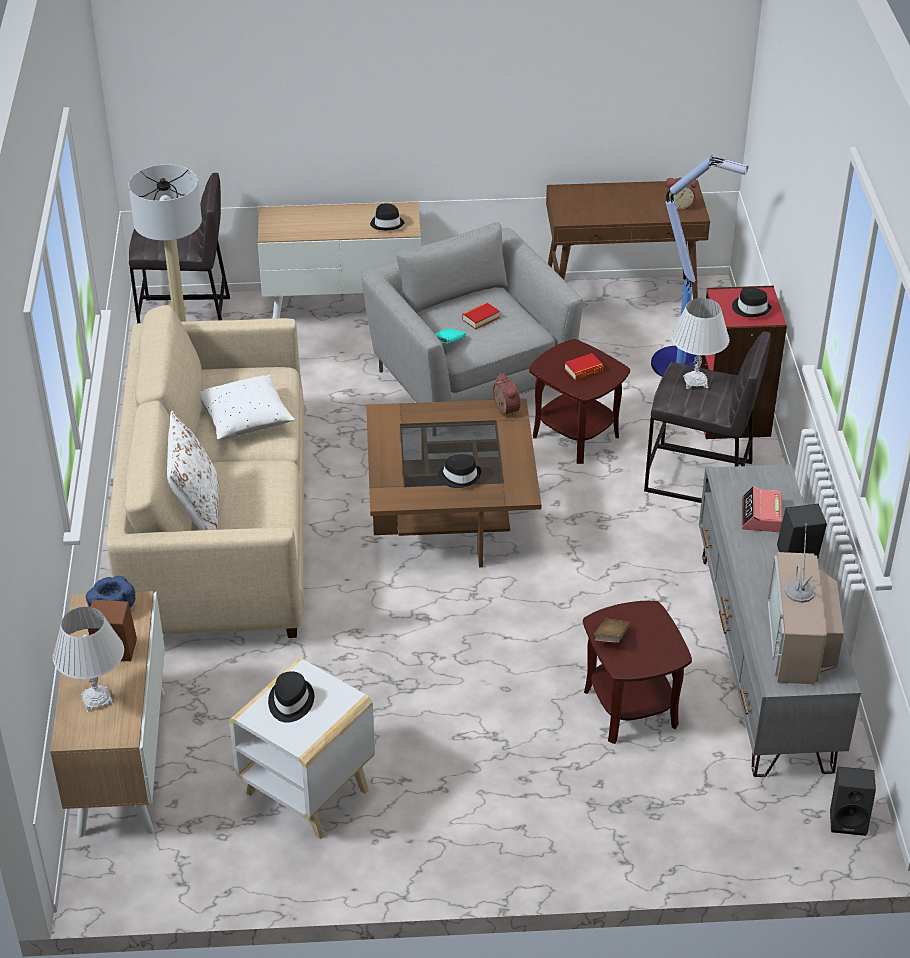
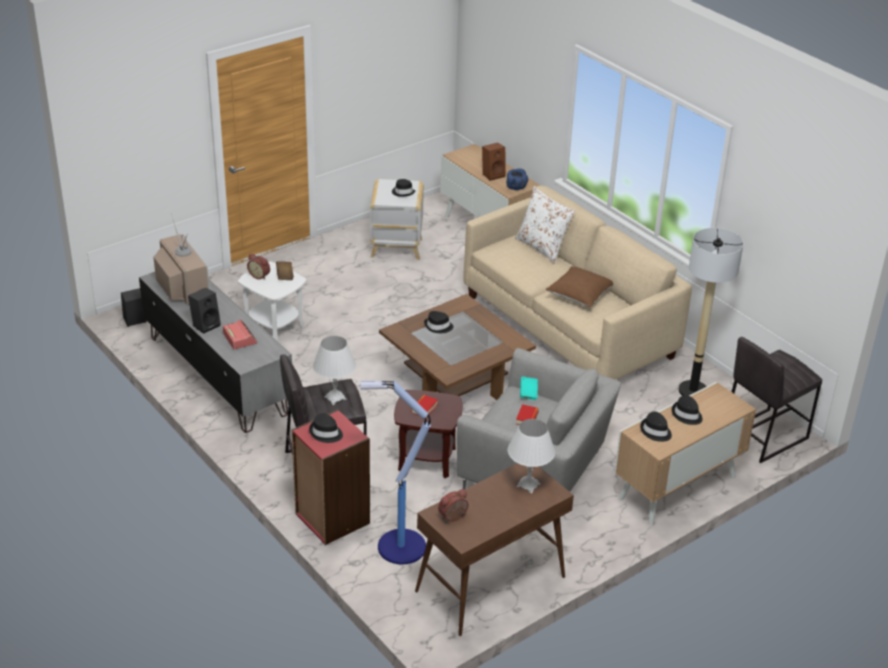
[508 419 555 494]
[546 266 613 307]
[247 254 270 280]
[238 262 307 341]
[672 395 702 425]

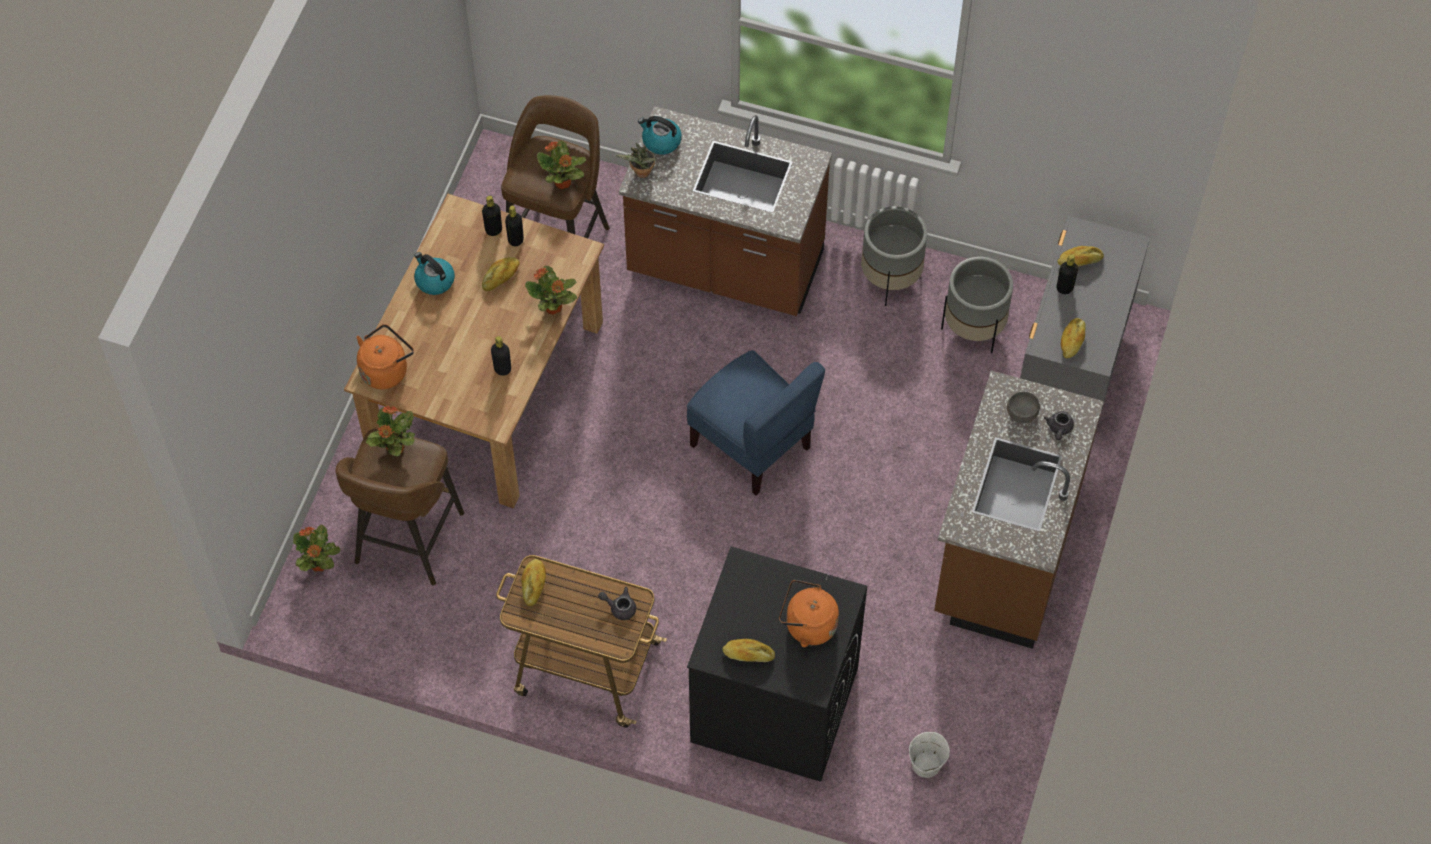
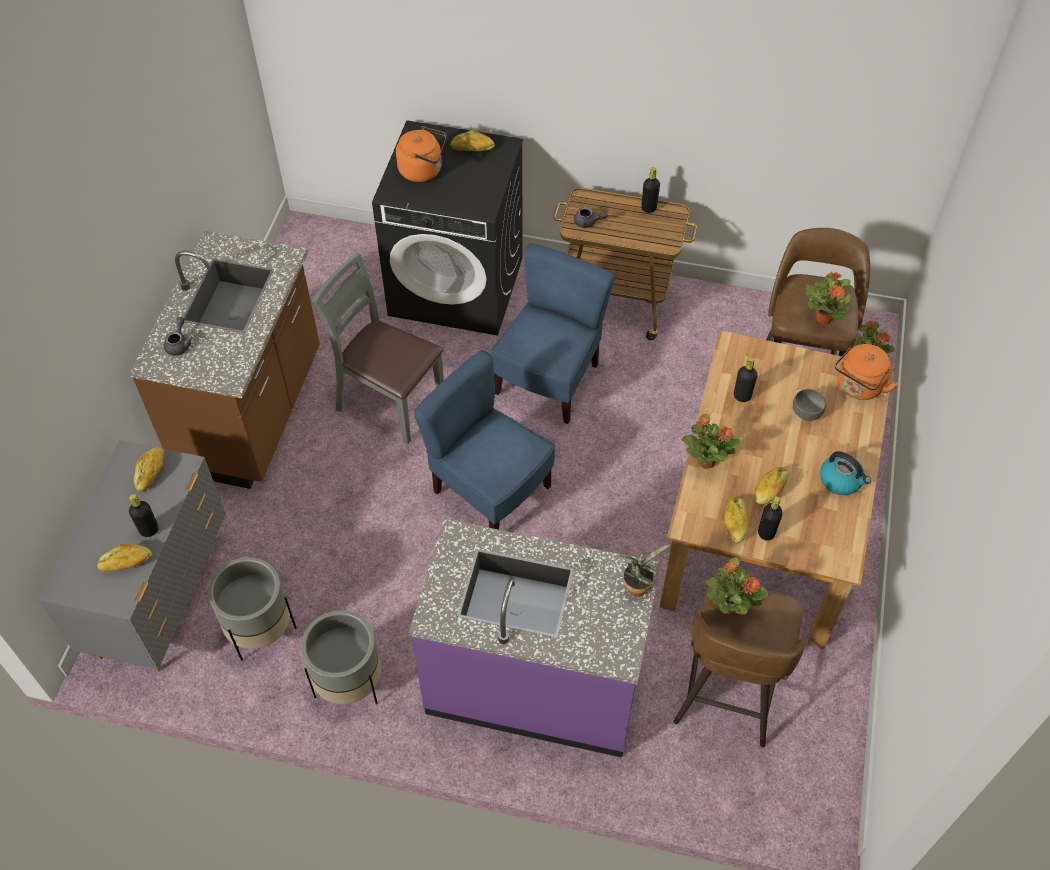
[641 167 660 213]
[724 497 750 543]
[409 519 661 758]
[638 116 682 155] (first image)
[909 732 950 778] (first image)
[793 389 827 421]
[312 252 444 444]
[490 243 615 424]

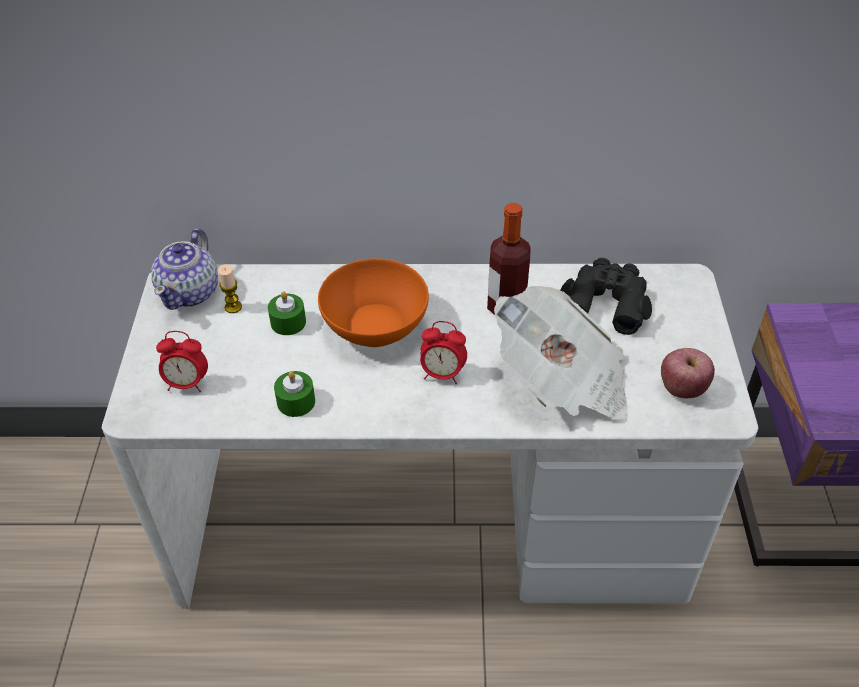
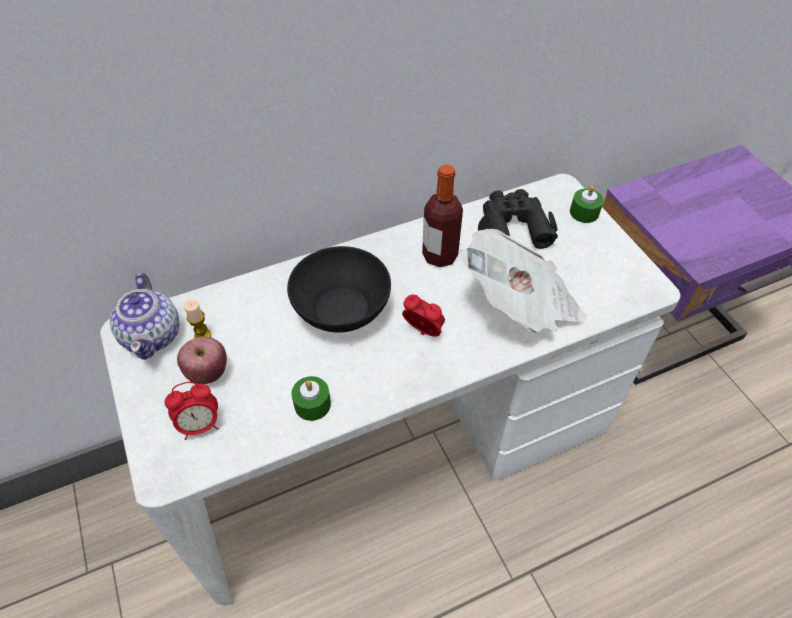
[570 186 604 223]
[287 246 391 333]
[402 295 445 337]
[177 337 227 384]

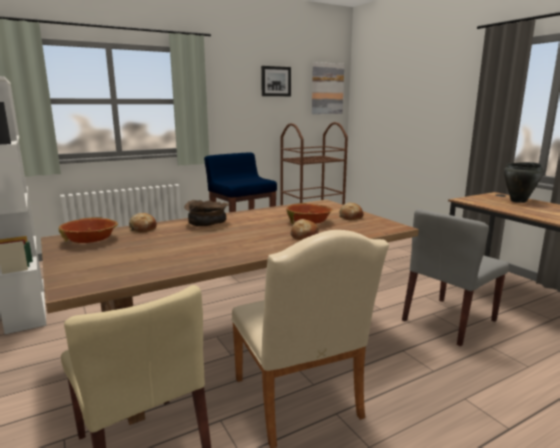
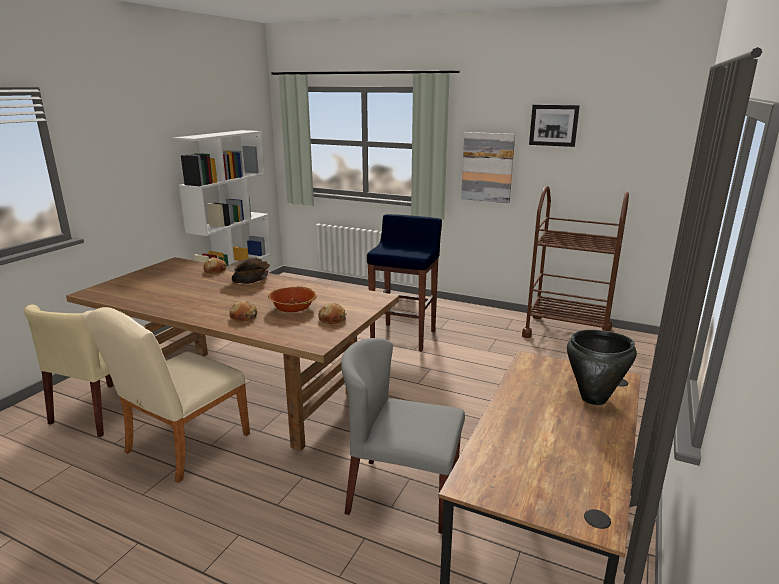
[59 217 118 243] (first image)
[461 132 515 203]

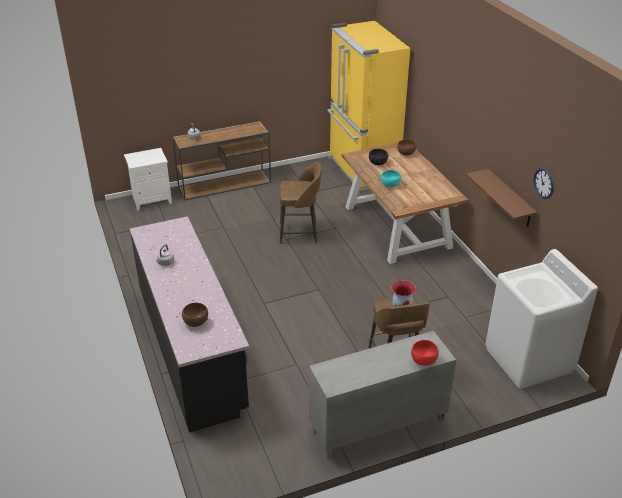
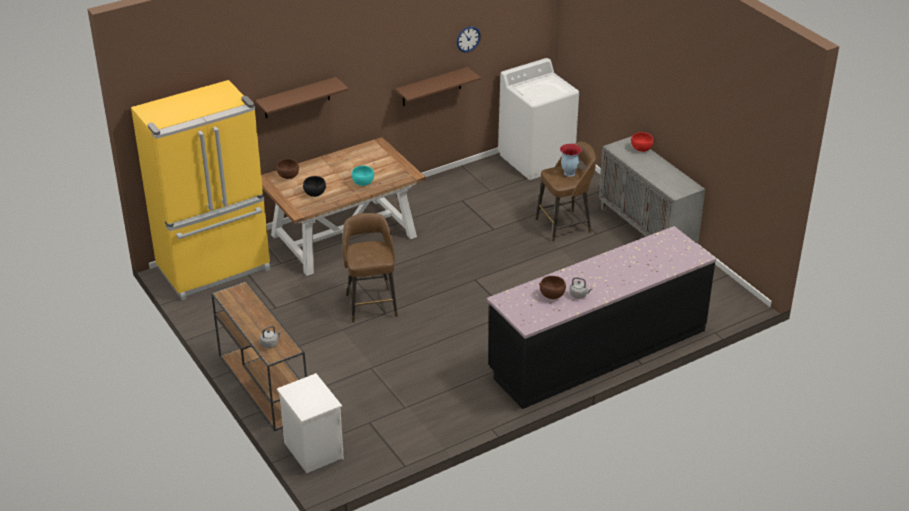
[539 276 566 299]
[256 77 349 118]

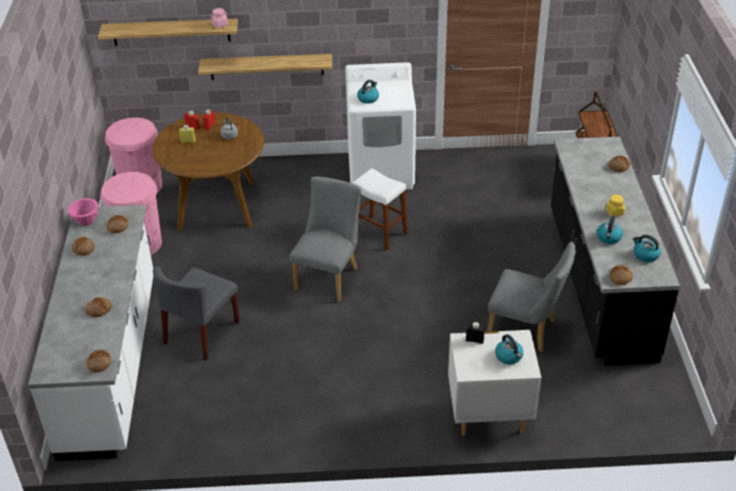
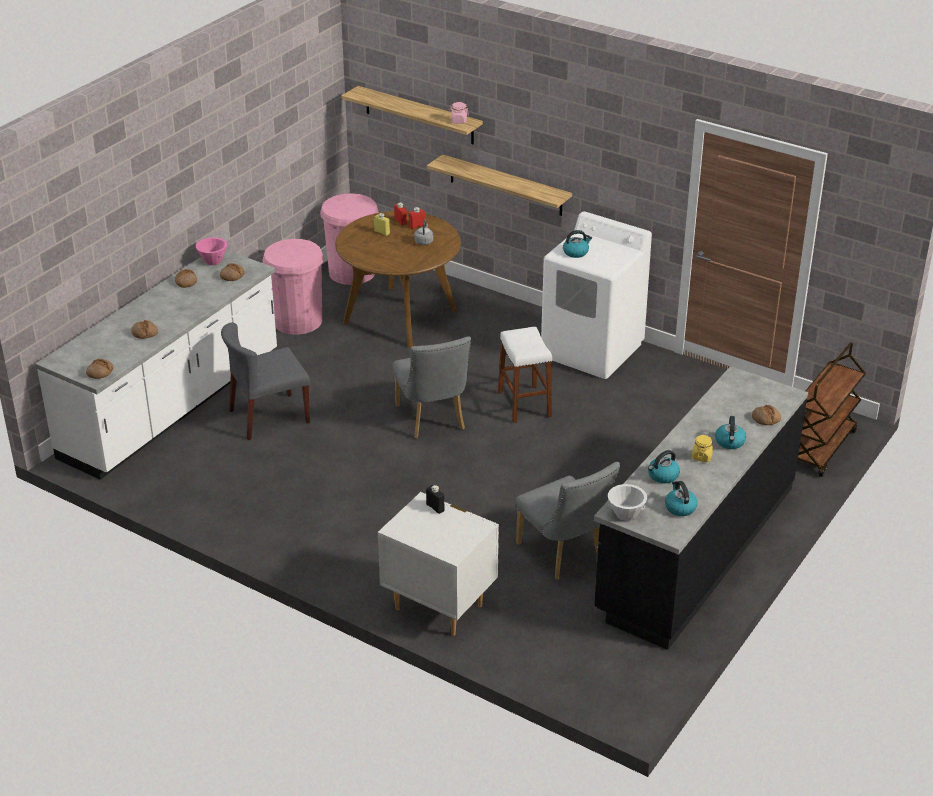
[392 336 471 439]
[715 416 746 449]
[608 484 647 521]

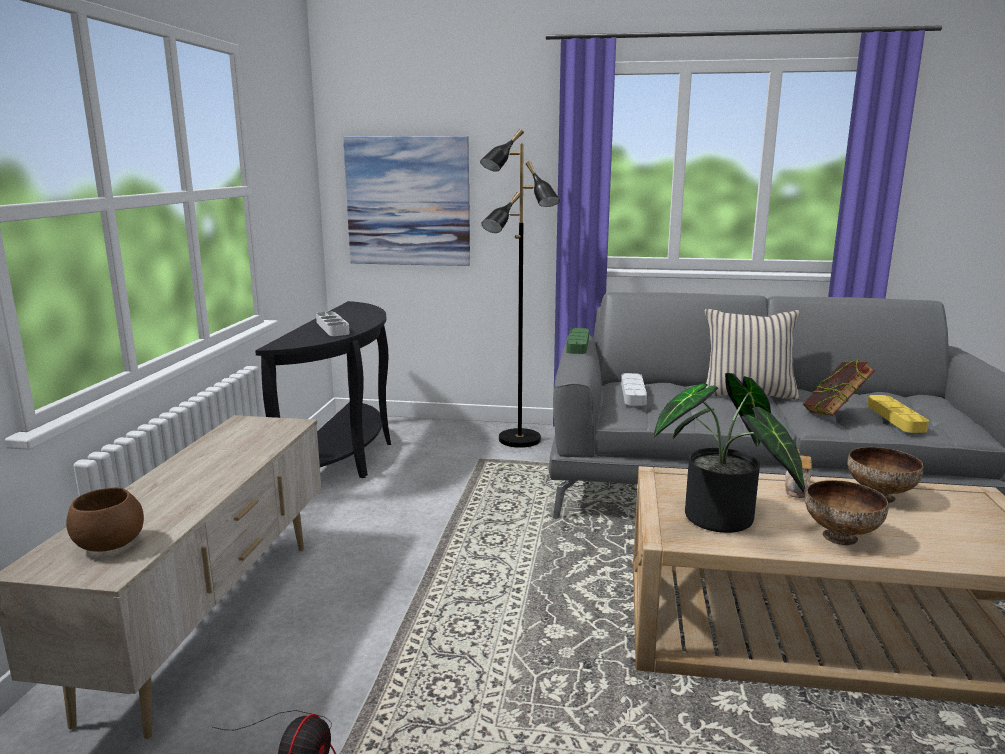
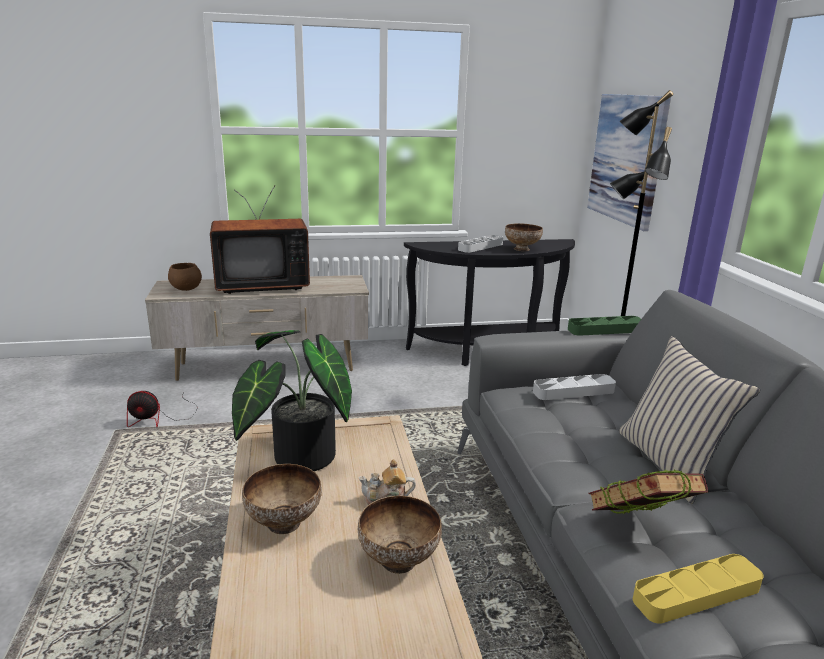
[210 185 310 294]
[505 223 543 251]

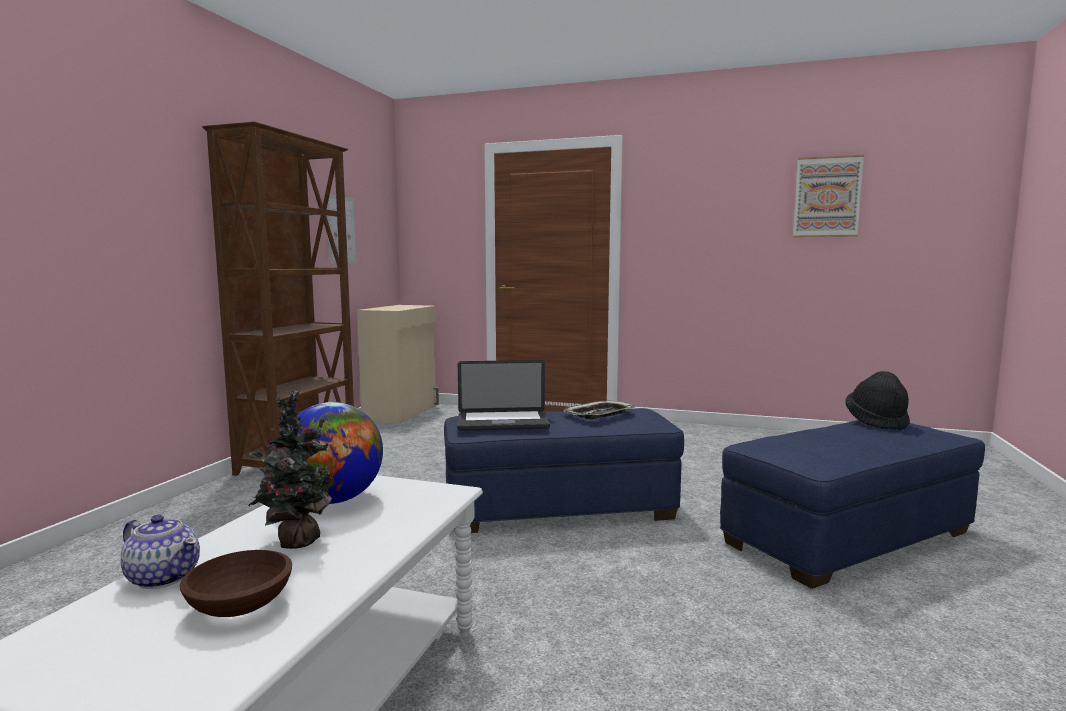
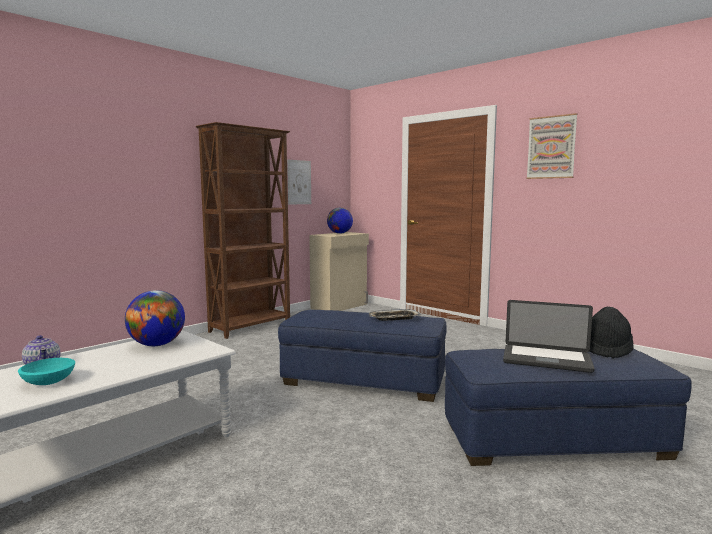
[18 358 75 385]
[248 390 338 549] (first image)
[503 300 595 373]
[526 113 578 179]
[327 208 353 234]

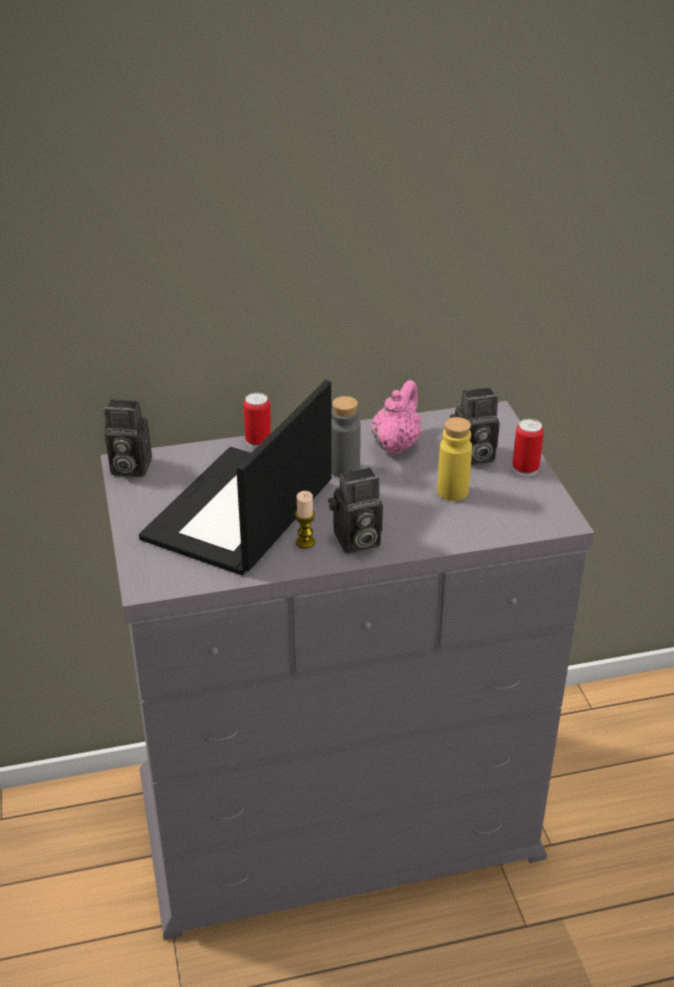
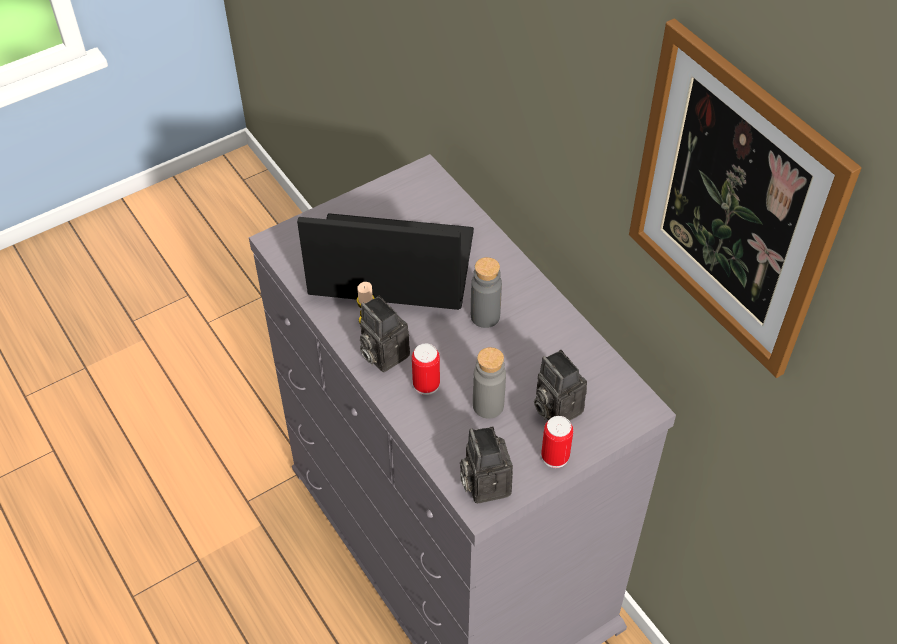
[460 426 513 504]
[412 344 440 395]
[371 380 421 455] (first image)
[473 347 506 419]
[629 19 862 378]

